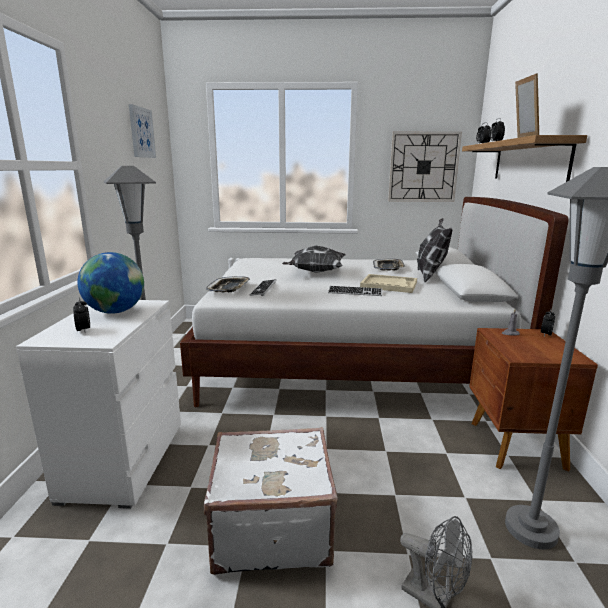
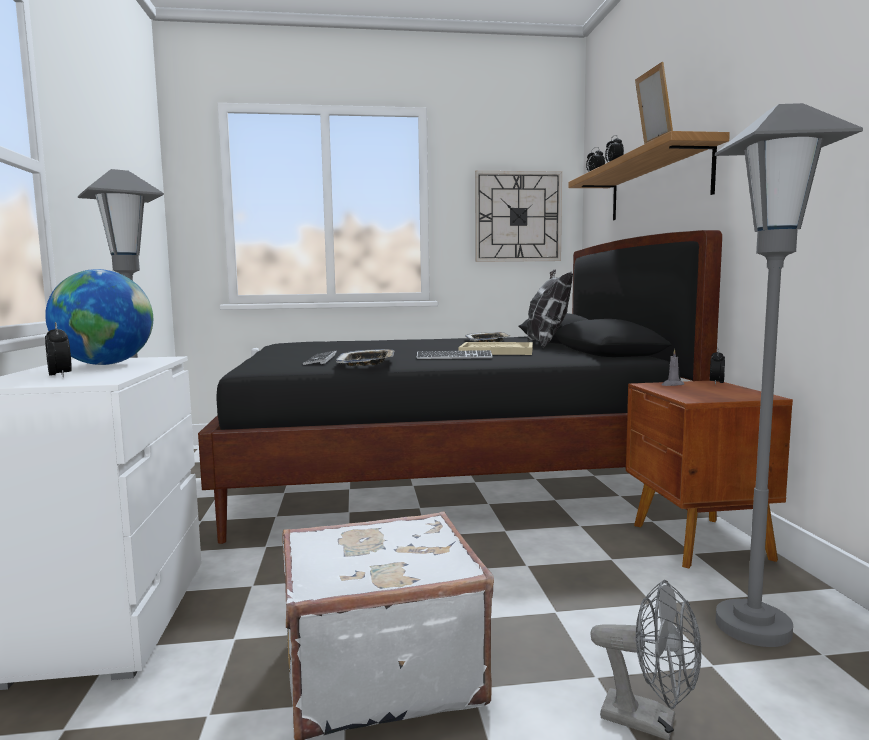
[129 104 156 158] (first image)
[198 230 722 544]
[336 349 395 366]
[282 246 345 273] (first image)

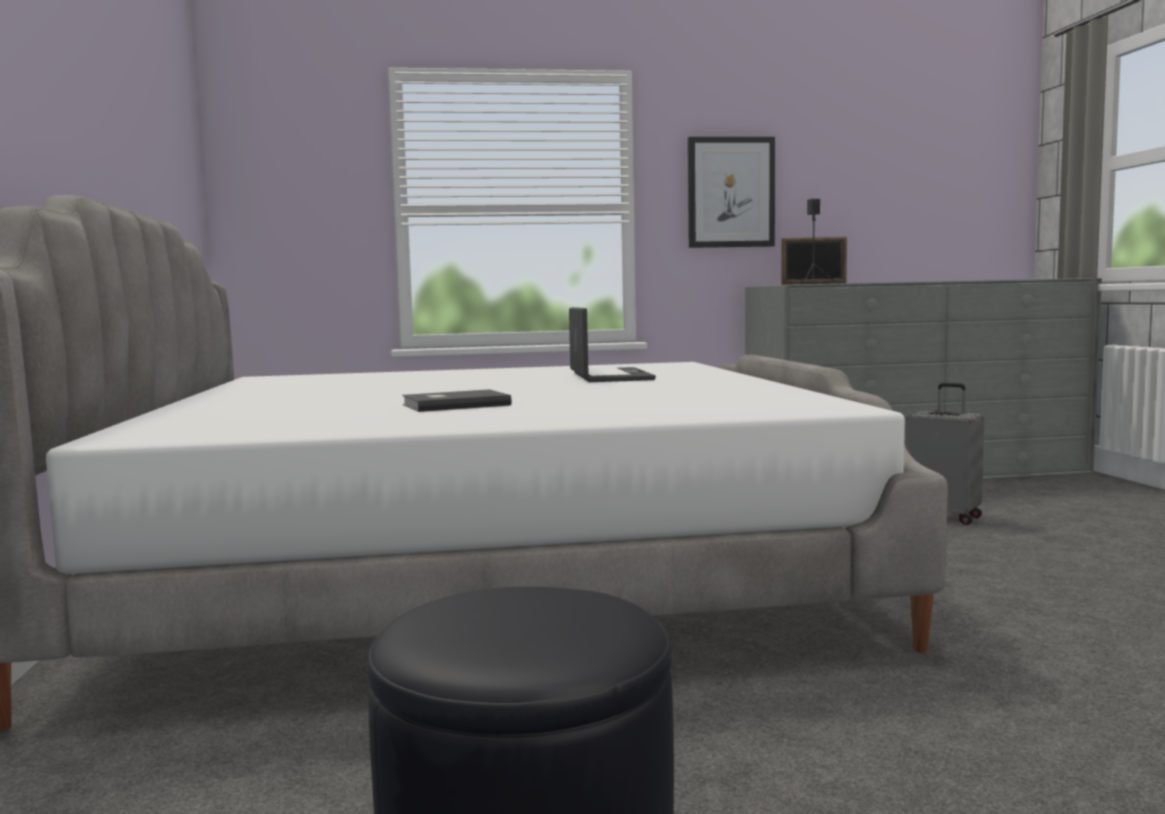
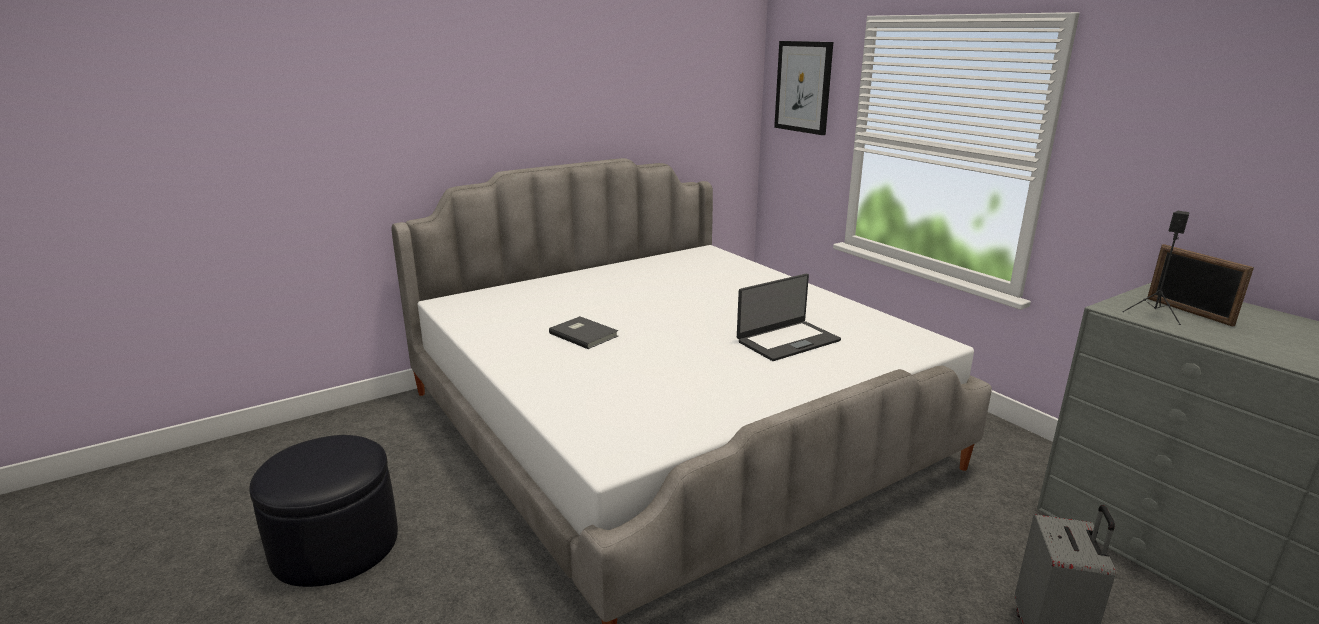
[774 41 833 135]

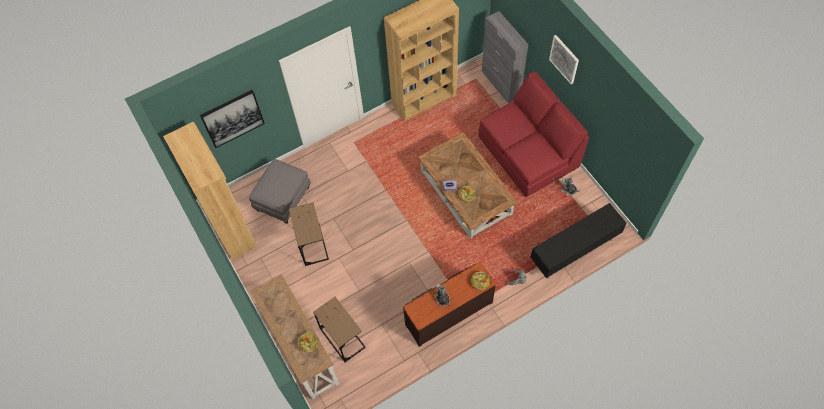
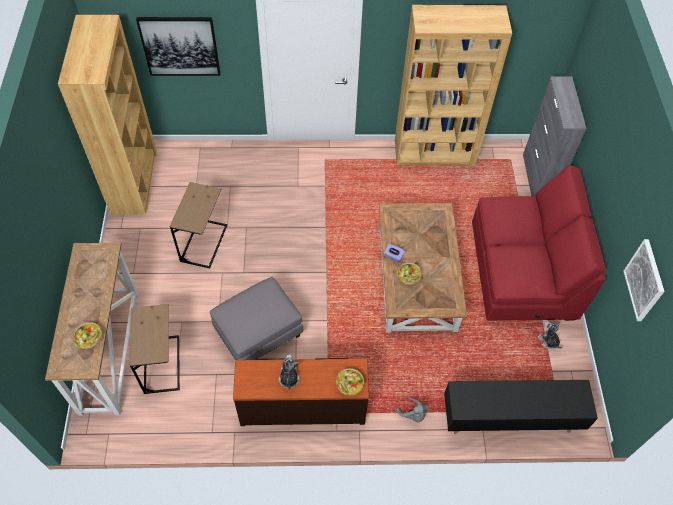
[210 277 303 360]
[624 239 665 321]

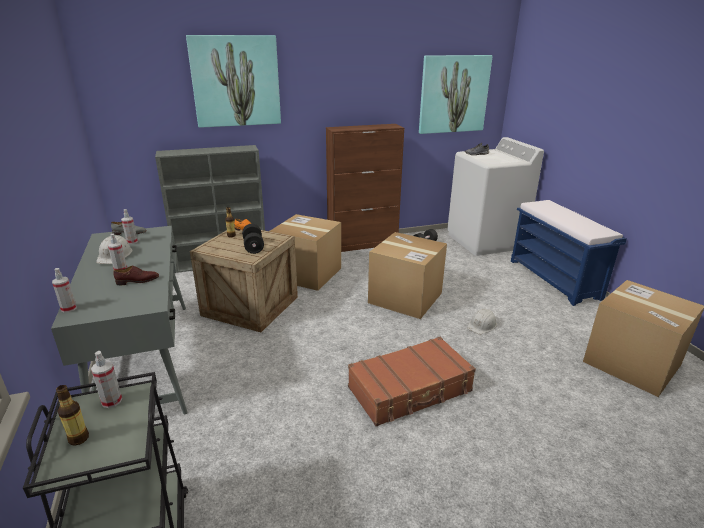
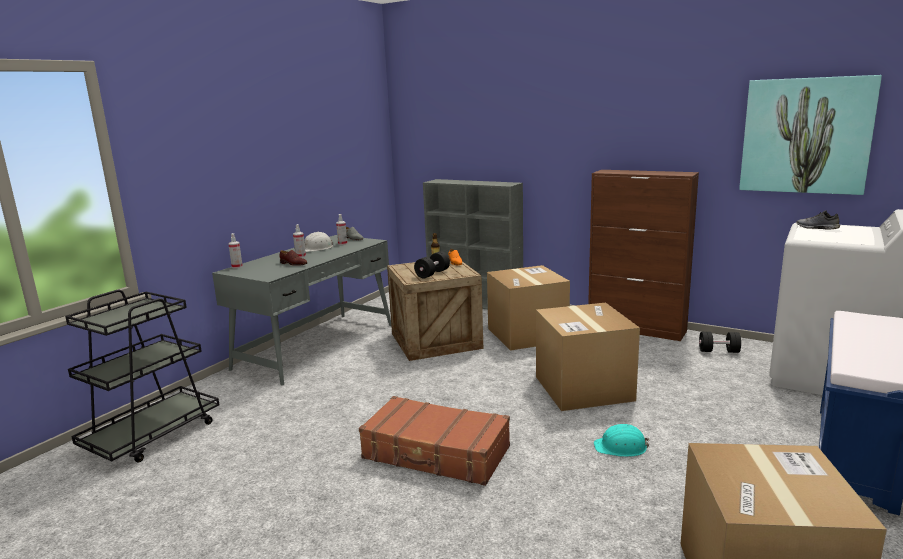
[56 385 89 446] (first image)
[91 351 122 408] (first image)
[186 35 281 128] (first image)
[594 424 649 457]

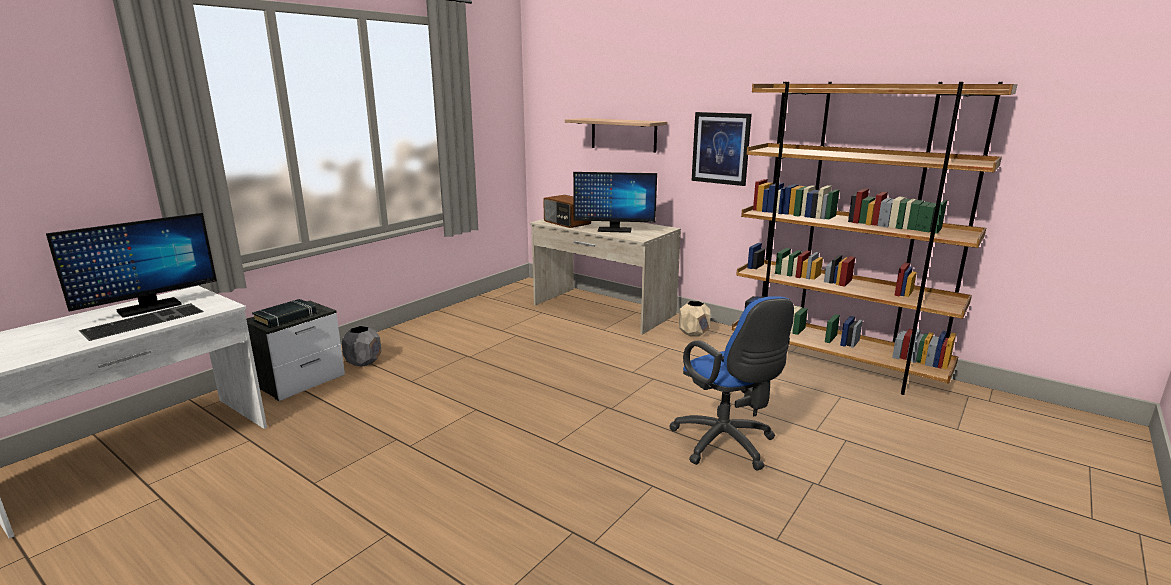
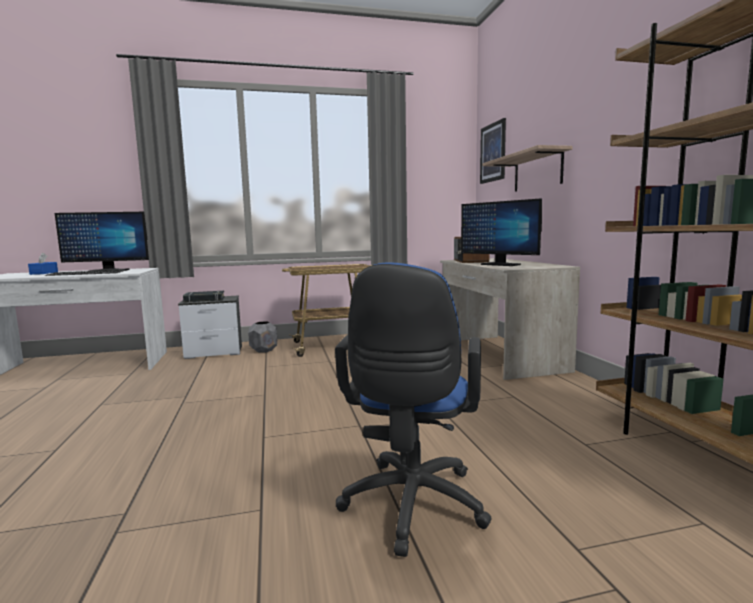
[679 301 711 337] (first image)
[480 118 506 184]
[28 253 58 275]
[282 264 372 357]

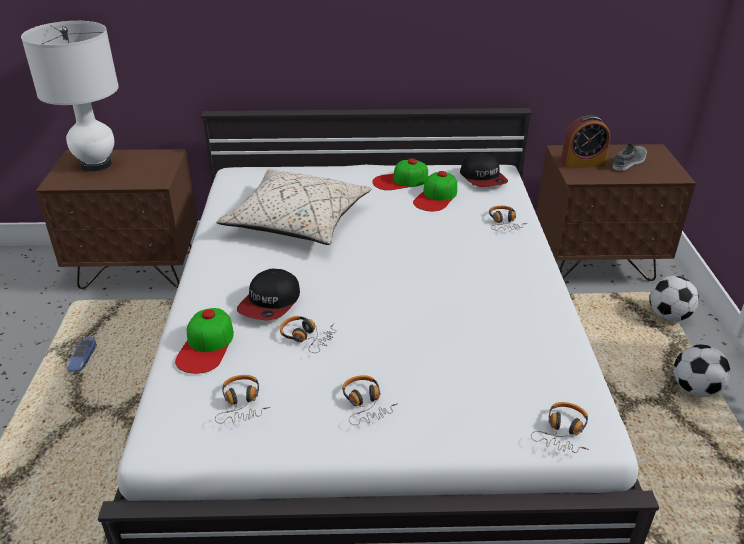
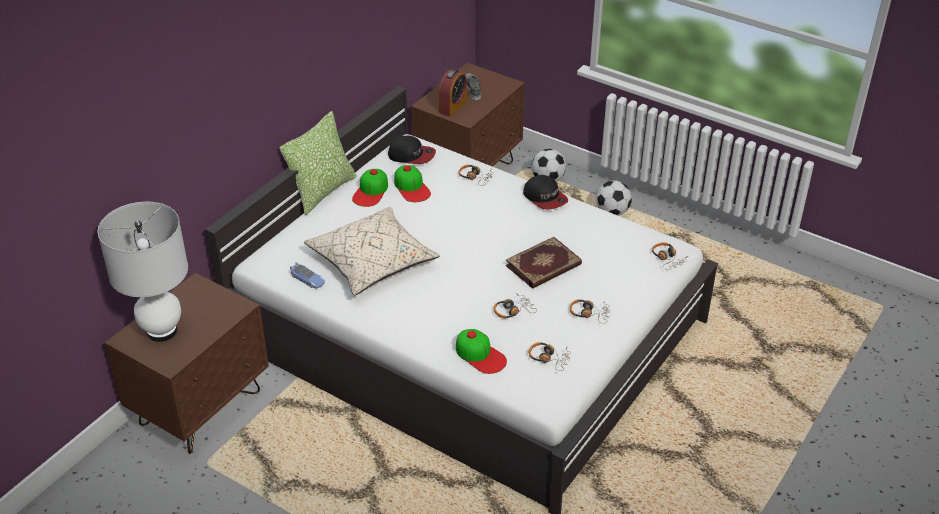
[290 262 325 289]
[523 175 568 210]
[279 111 357 216]
[505 237 582 288]

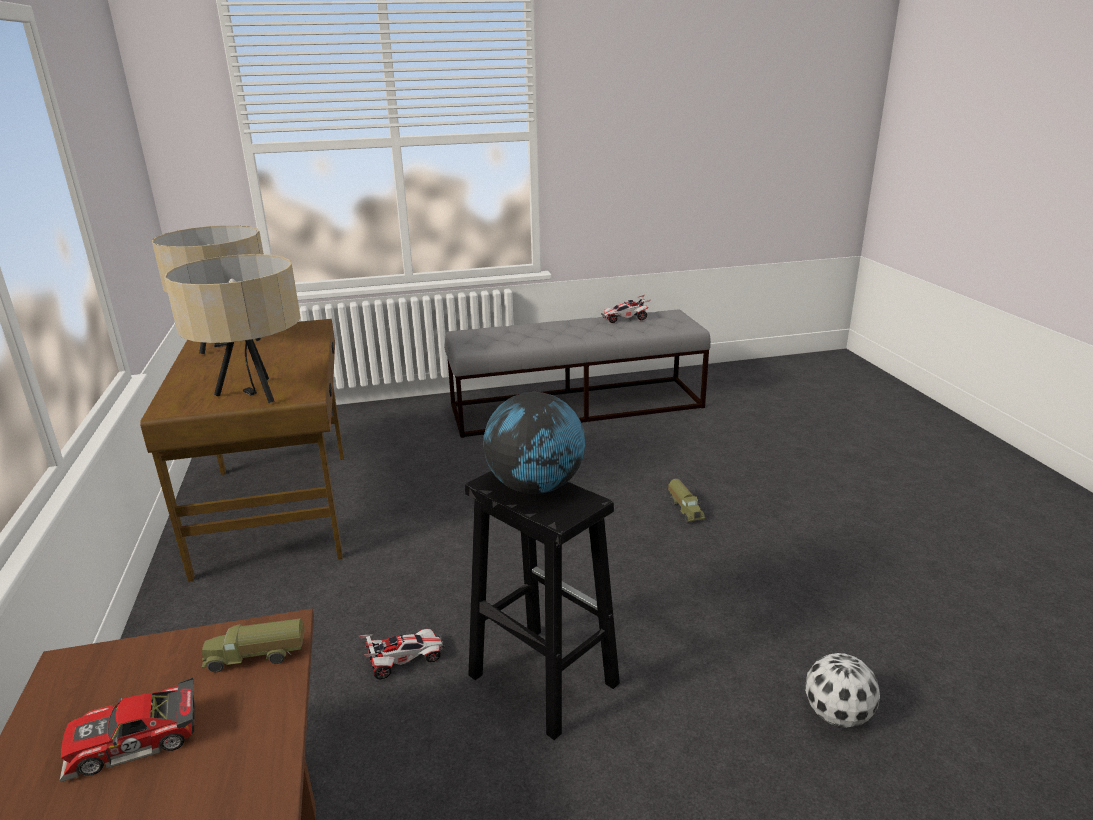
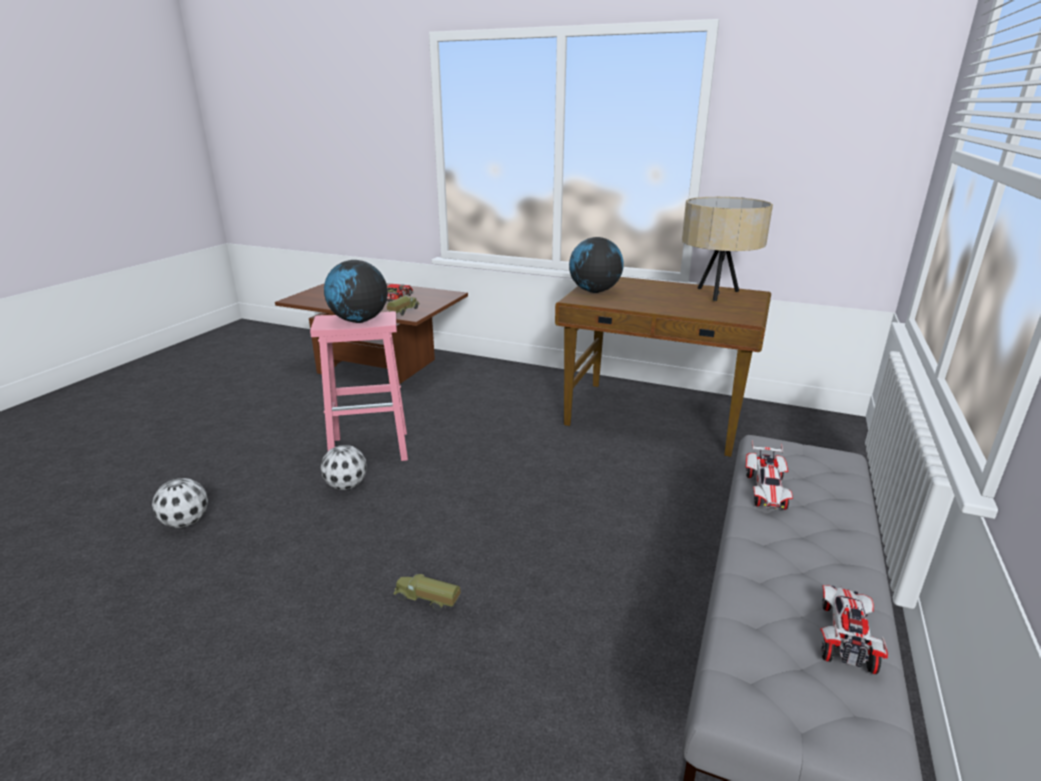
[569 237 624 293]
[746 441 793 510]
[310 311 408 461]
[320 445 367 490]

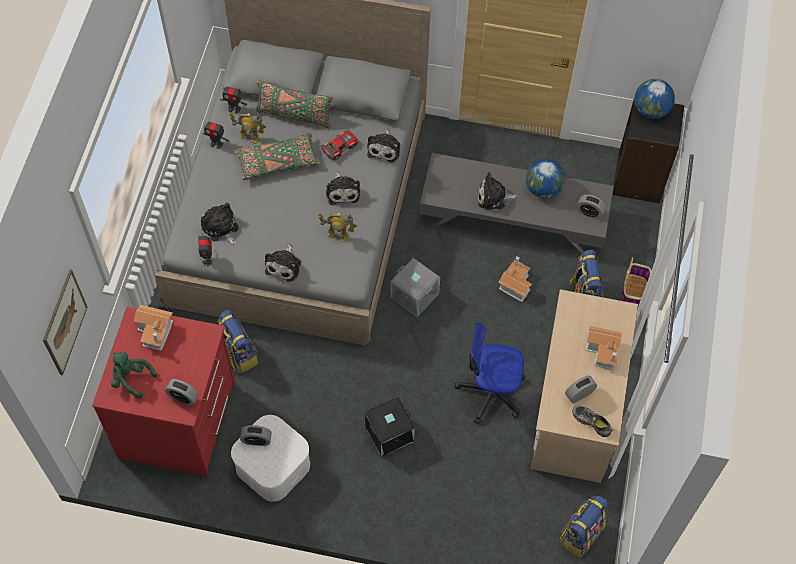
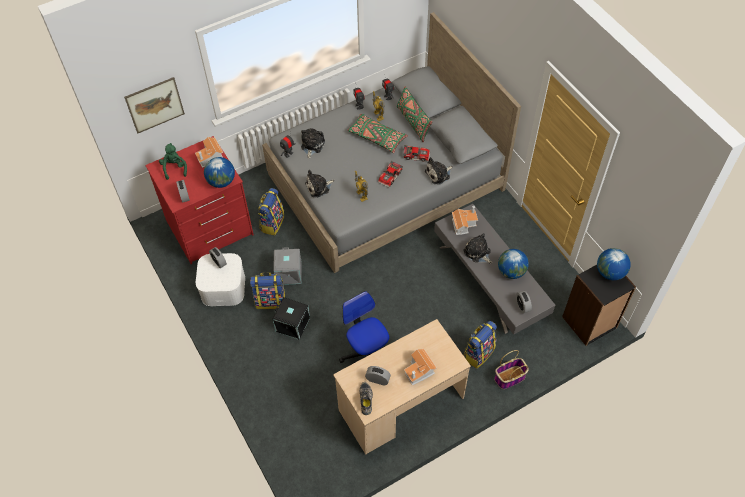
[378 161 403 188]
[273 247 302 285]
[452 206 478 235]
[250 272 285 309]
[204 157 235 188]

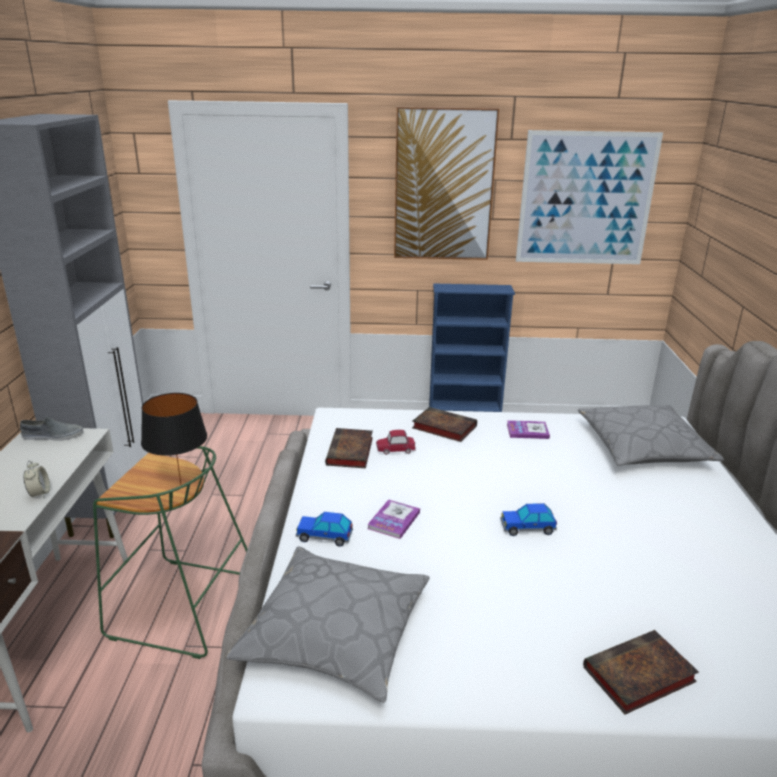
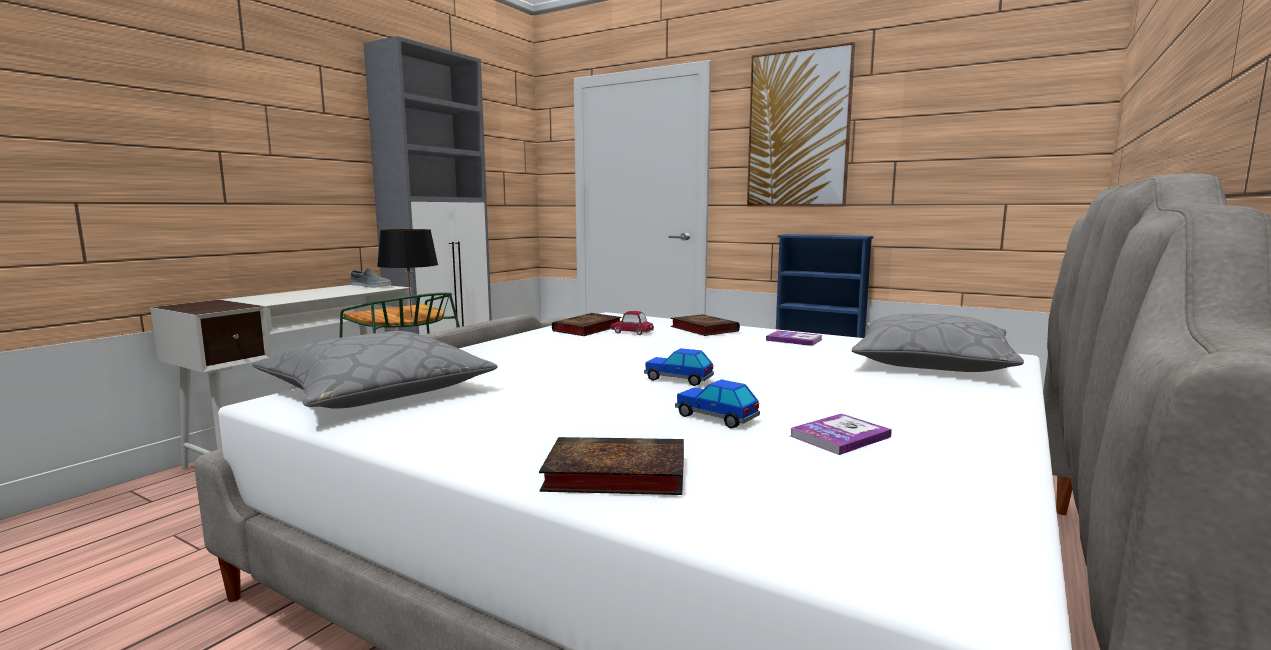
[23 460 50 498] (first image)
[675 379 760 429]
[790 414 892 455]
[516 130 663 264] (first image)

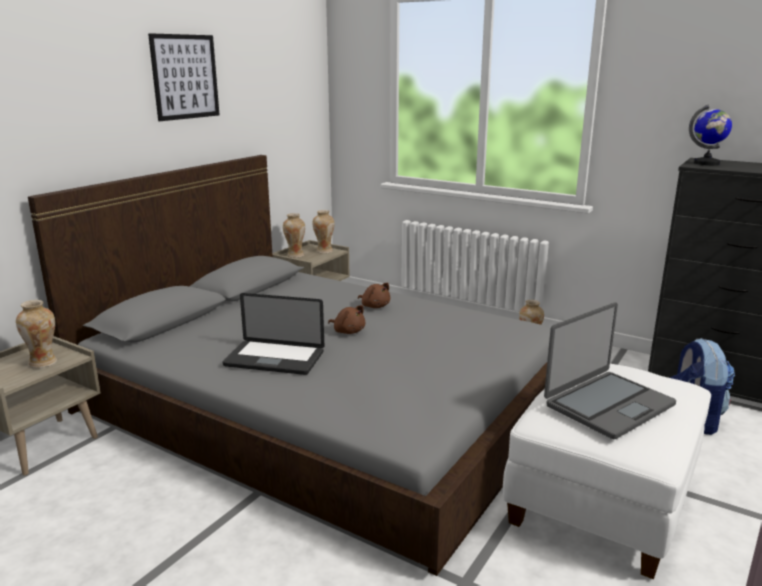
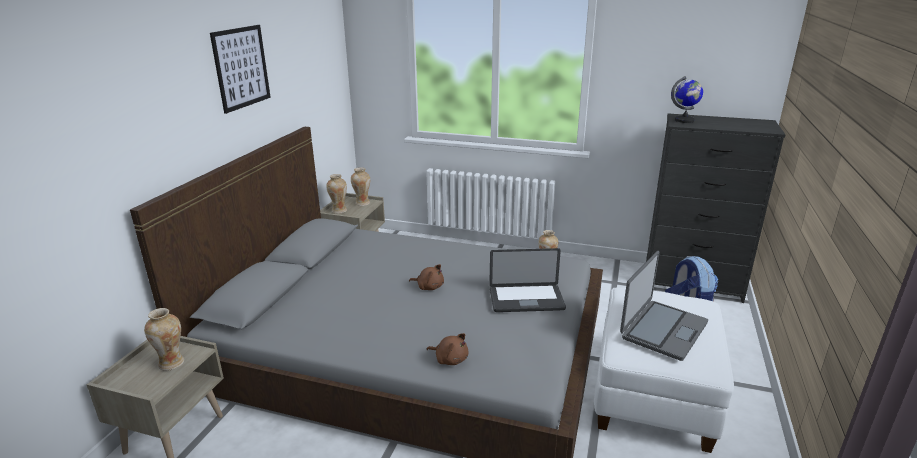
[489 248 566 312]
[427 333 468 365]

